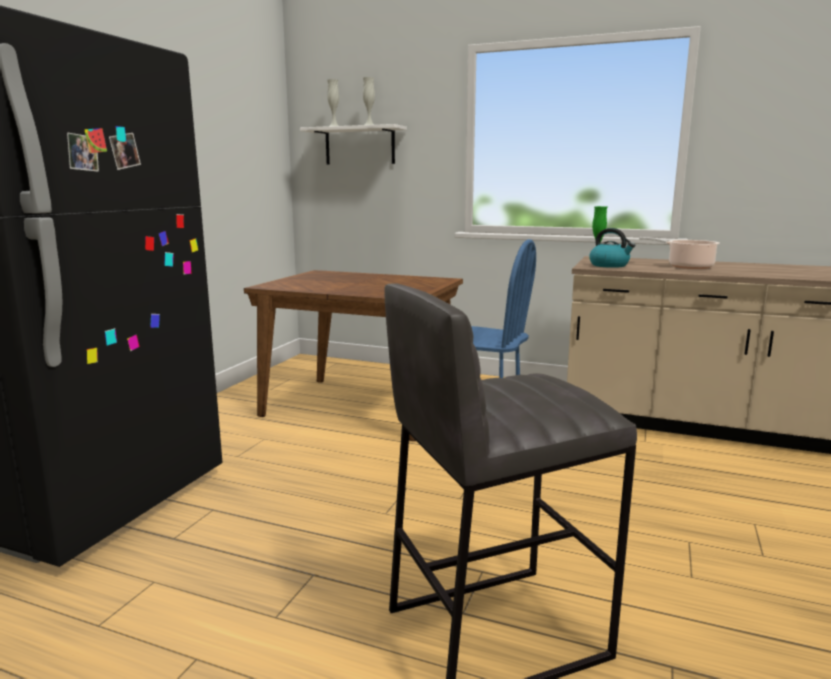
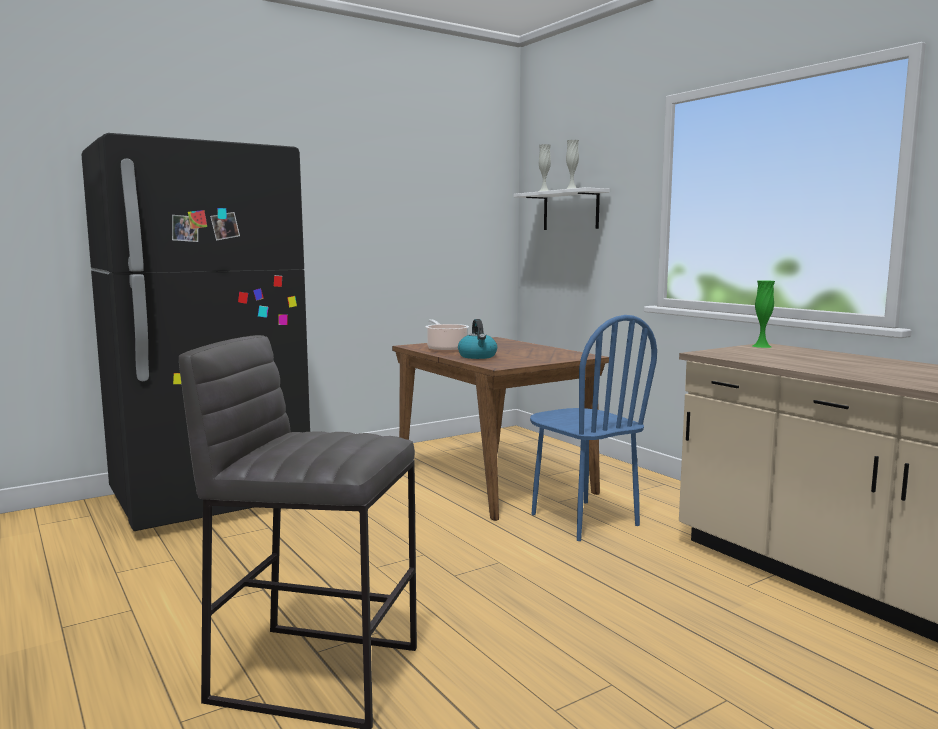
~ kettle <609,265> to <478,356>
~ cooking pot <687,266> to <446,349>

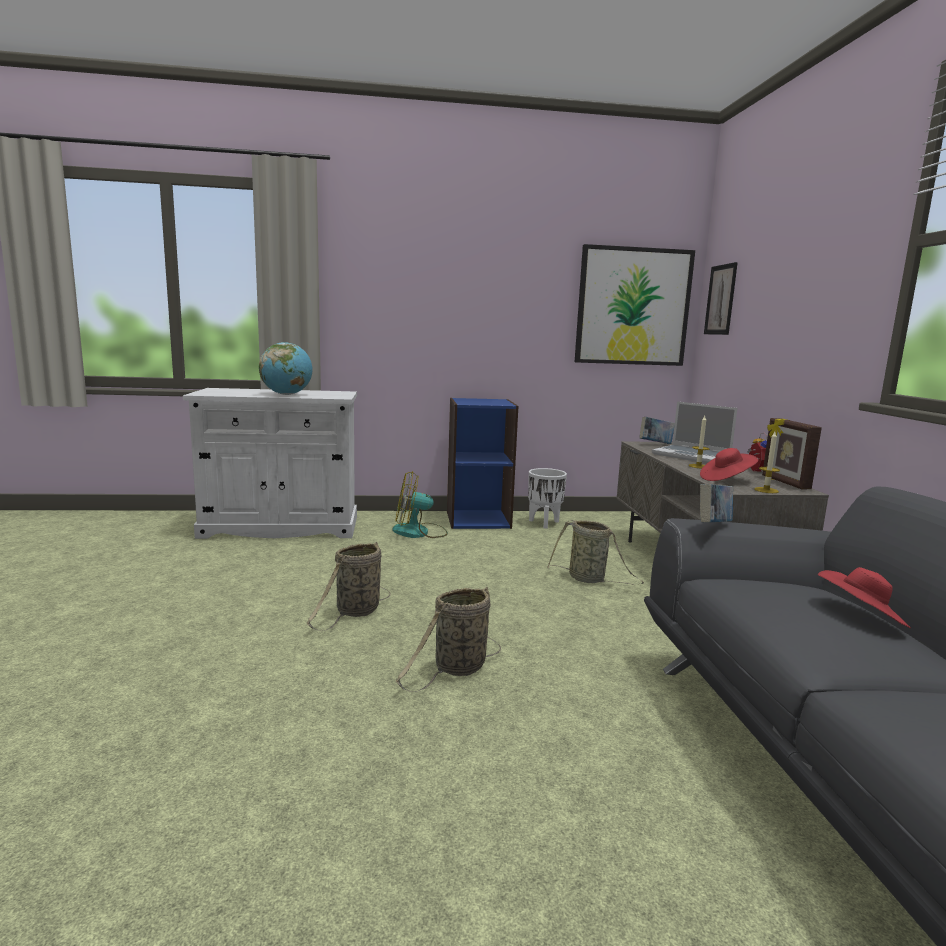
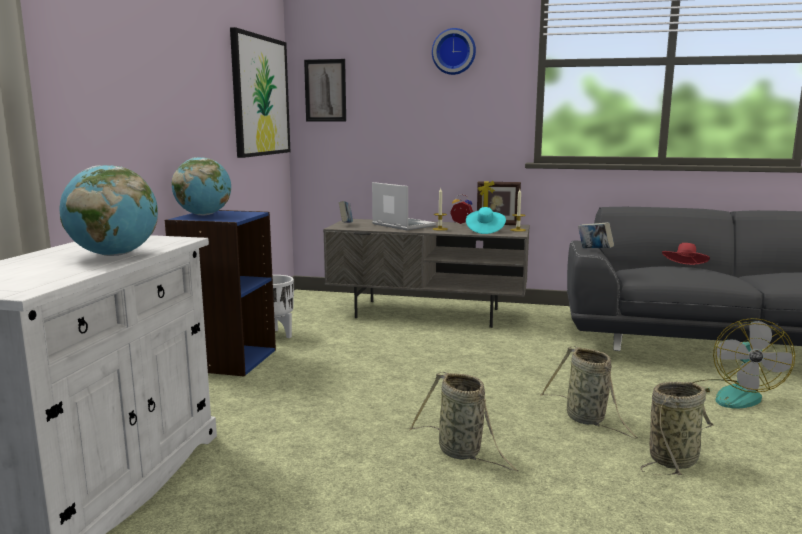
~ laptop <692,456> = <402,225> 105 degrees counterclockwise
~ red hat <726,479> to turquoise hat <484,231>
~ fan <419,532> to <734,394>
~ basket <589,579> to <675,459>
+ wall clock <454,52>
+ globe <204,215>

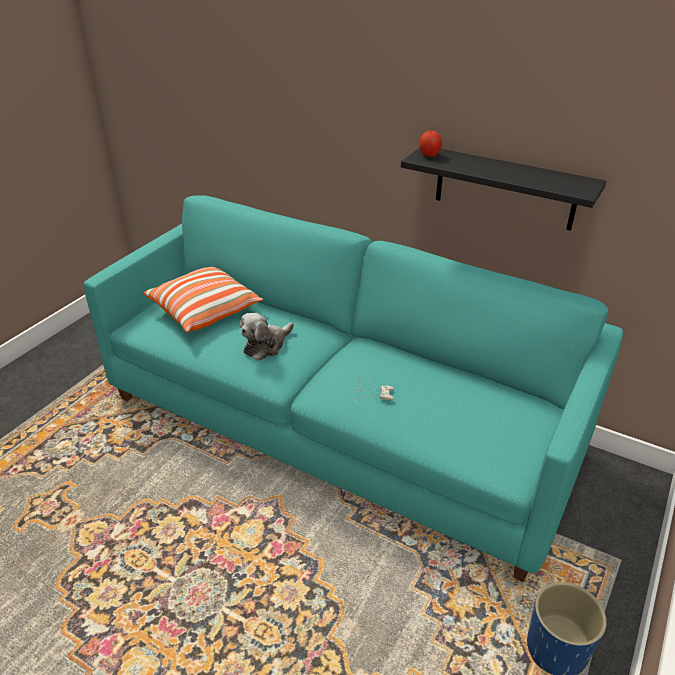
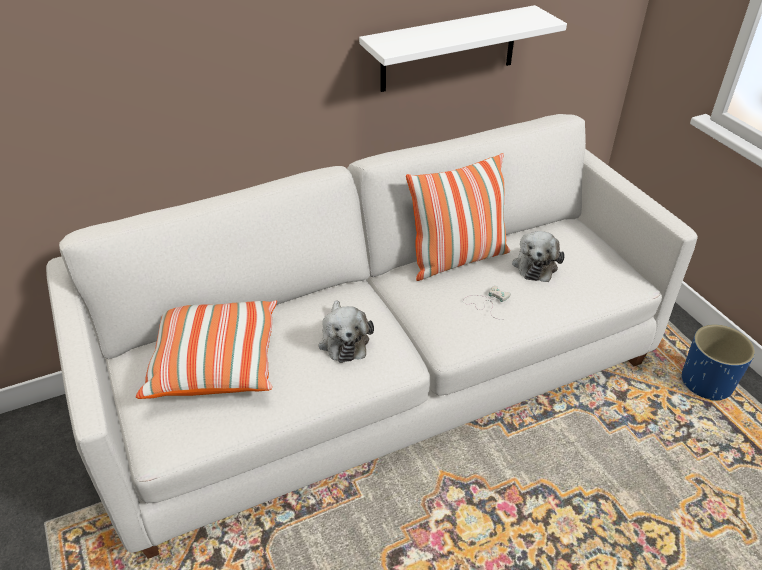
- apple <429,155>
~ black shelf <505,188> to white shelf <449,49>
~ turquoise sofa <339,424> to white sofa <382,378>
+ pillow <457,259>
+ plush toy <535,264>

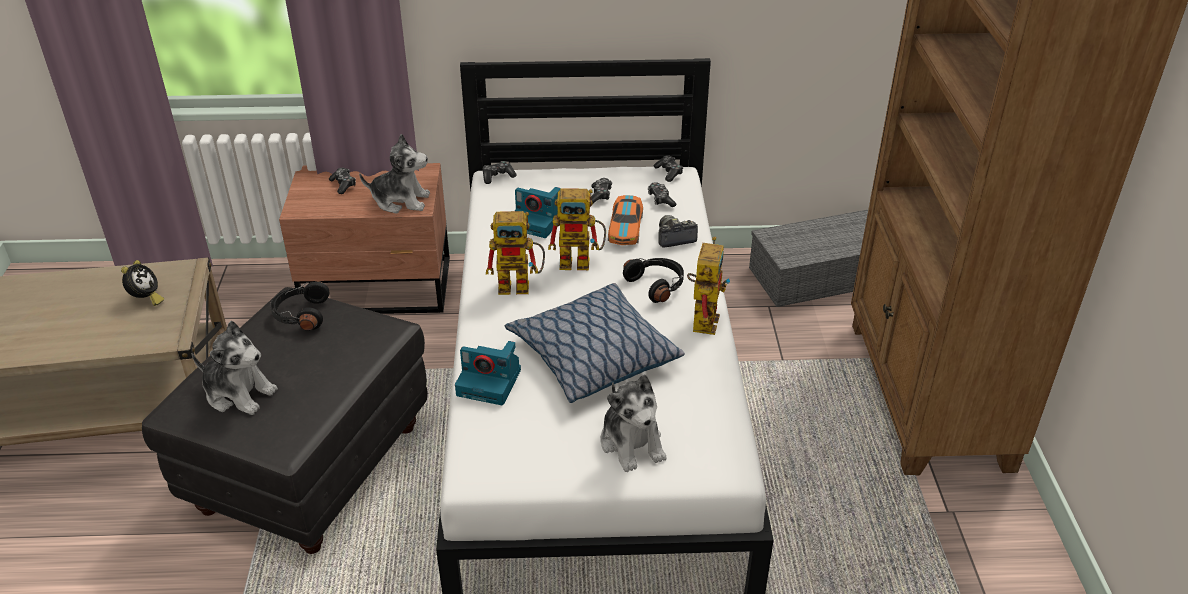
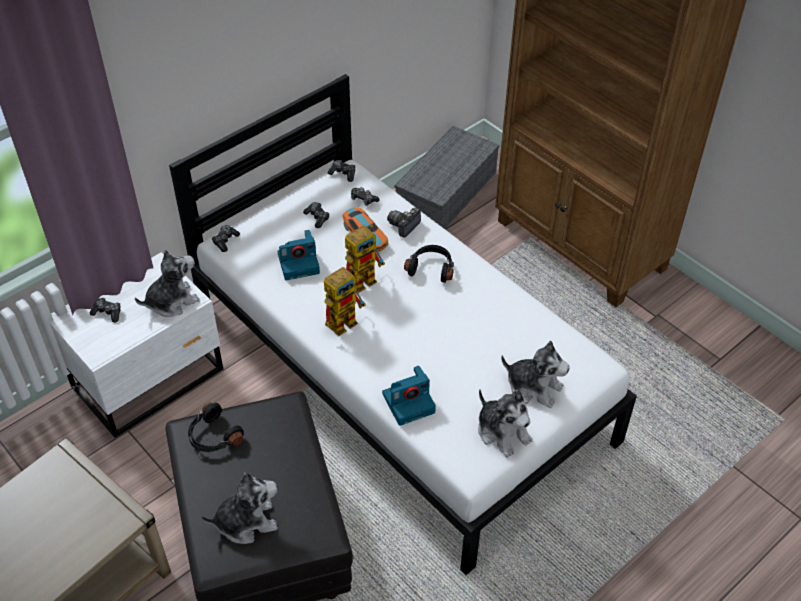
~ brown nightstand <379,288> to white nightstand <151,378>
- toy robot <703,317>
- alarm clock <146,299>
- pillow <593,356>
+ plush toy <502,432>

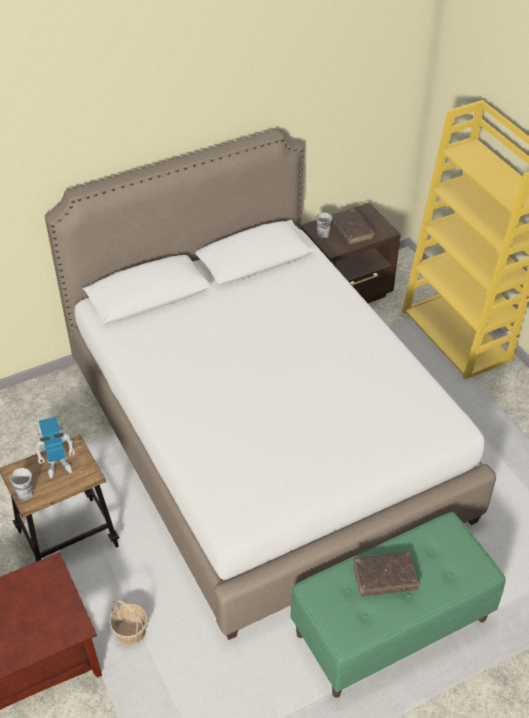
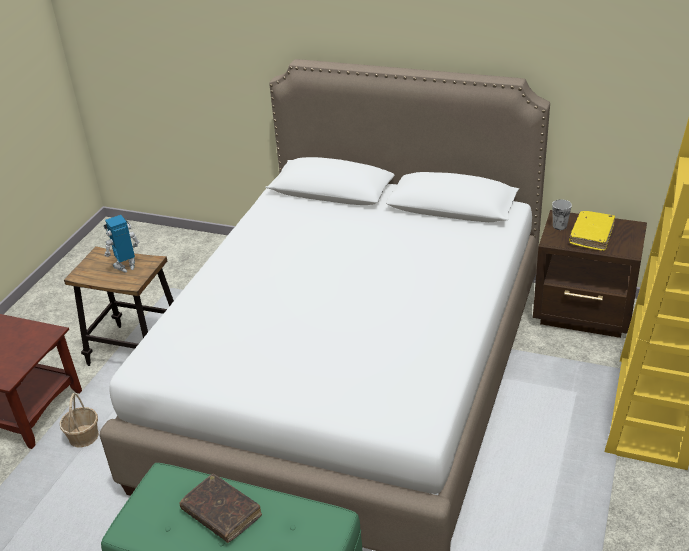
~ brown book <350,231> to yellow book <591,235>
~ toy robot <58,466> = <126,267> 120 degrees clockwise
- cup <25,494>

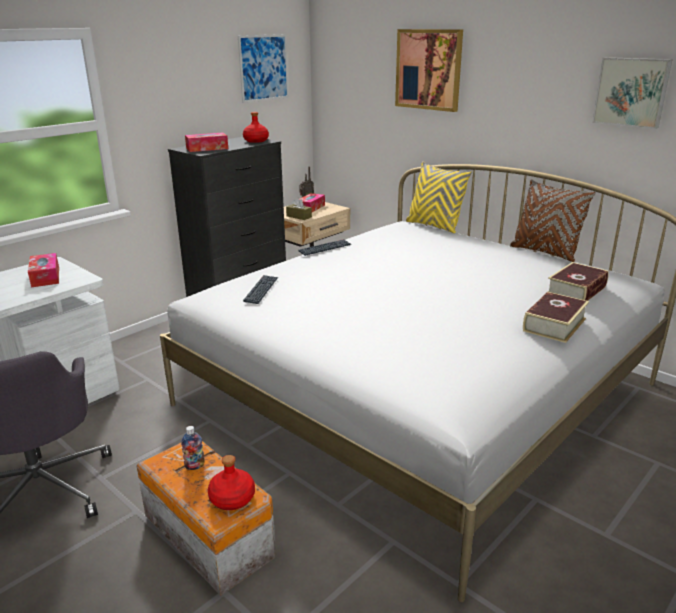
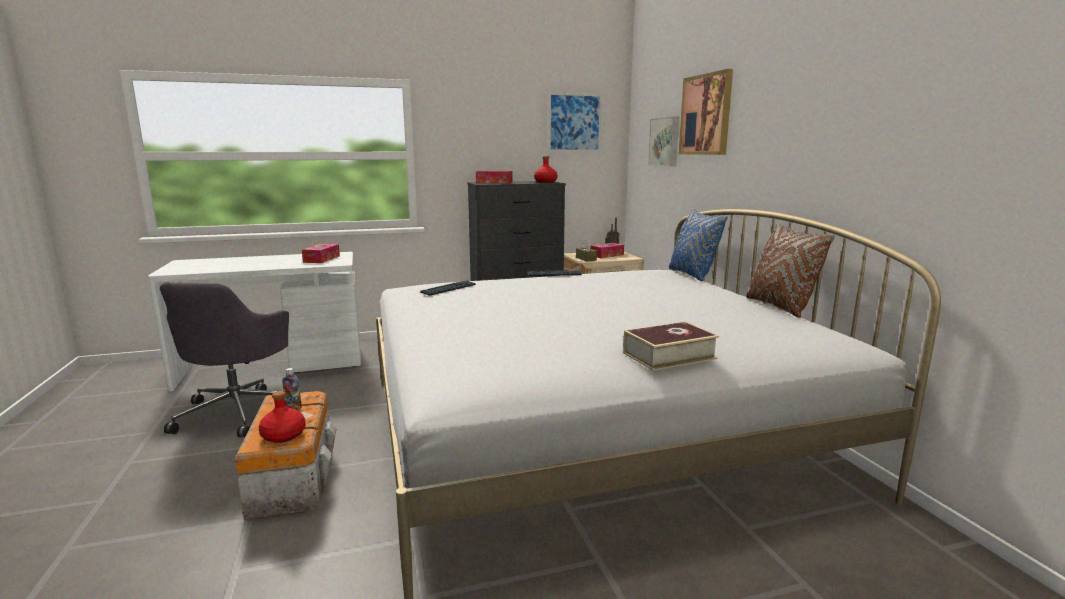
~ picture <631,92> to <665,142>
~ yellow pillow <434,226> to blue pillow <692,275>
- book <576,290>

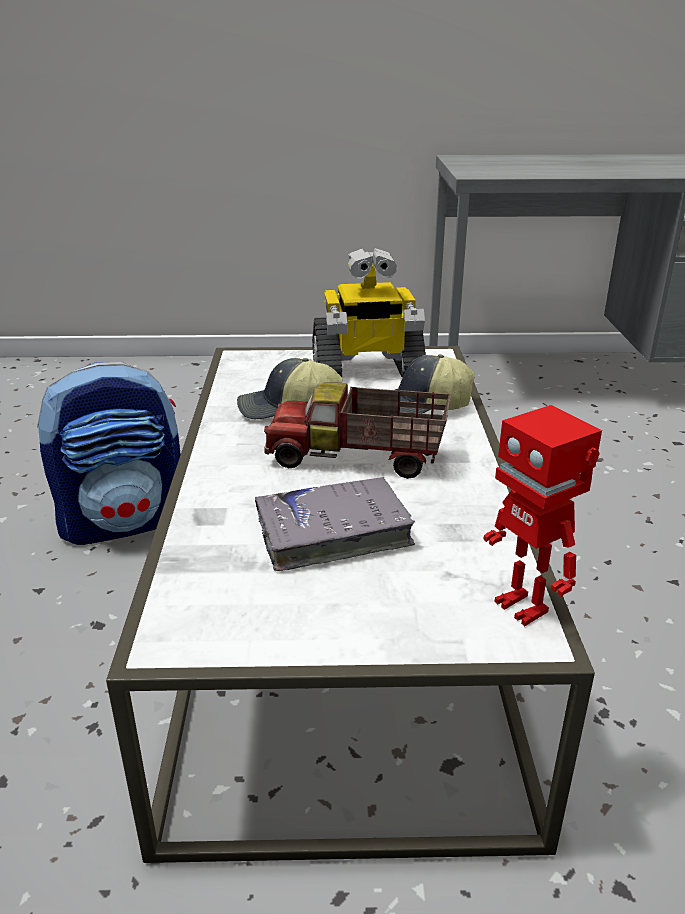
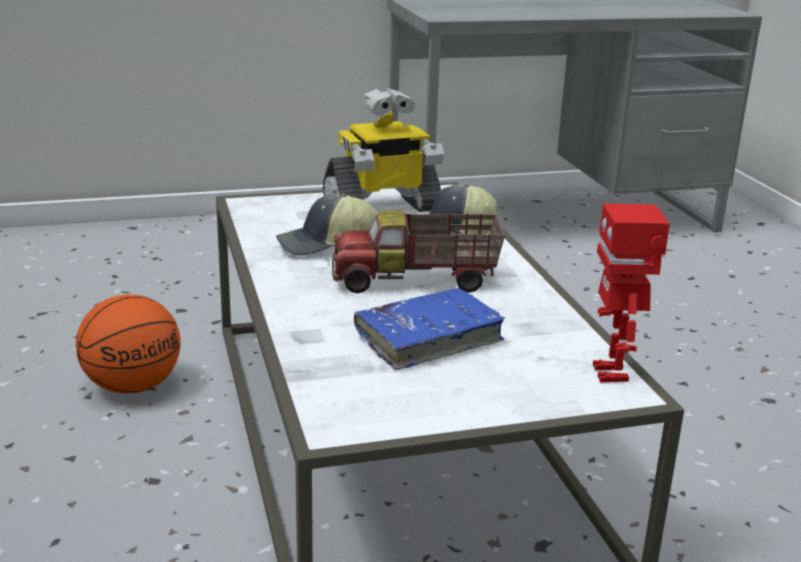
~ backpack <126,521> to basketball <133,386>
~ toy robot <524,606> = <612,373> 45 degrees clockwise
~ grey book <333,534> to blue book <428,339>

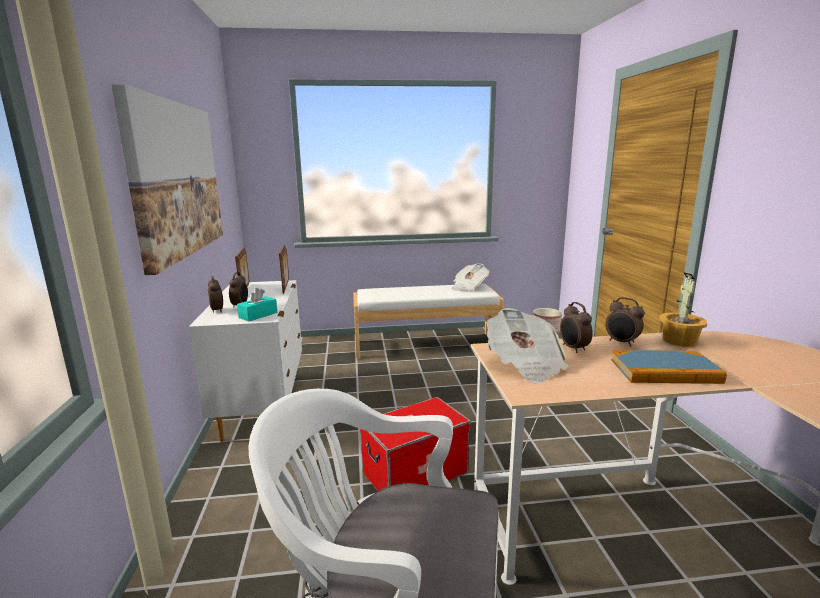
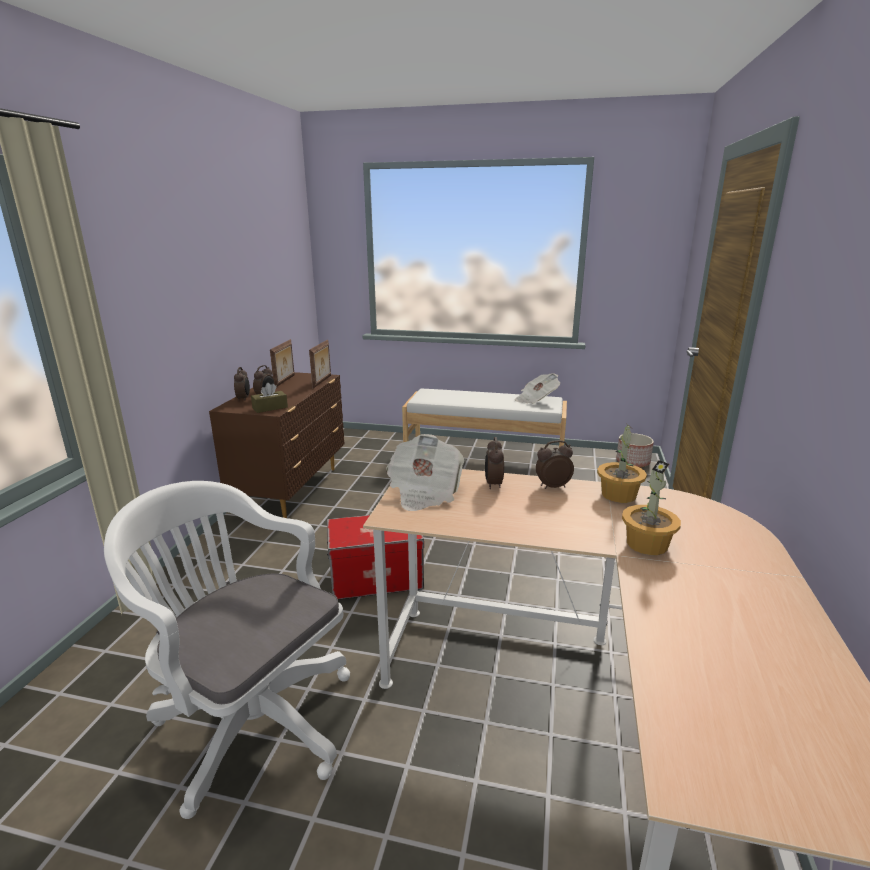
- picture <176,179>
~ white dresser <263,404> to brown dresser <292,490>
~ turquoise tissue box <258,315> to brown tissue box <270,408>
~ alarm clock <621,342> = <552,486> 105 degrees clockwise
- book <664,371>
+ potted plant <647,544>

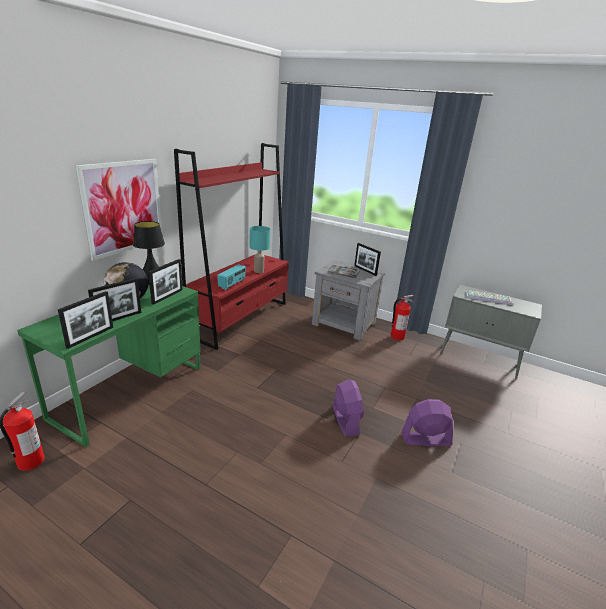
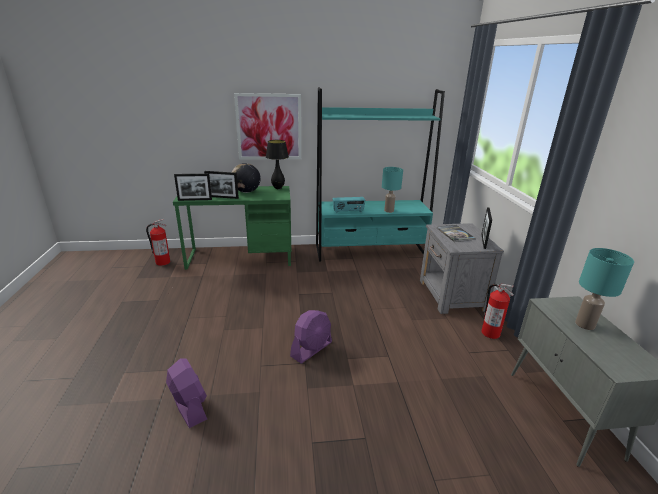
~ red bookcase <240,319> to turquoise bookcase <370,251>
- picture frame <167,296>
~ keyboard <489,298> to turquoise table lamp <585,325>
~ purple fan <425,439> to <189,406>

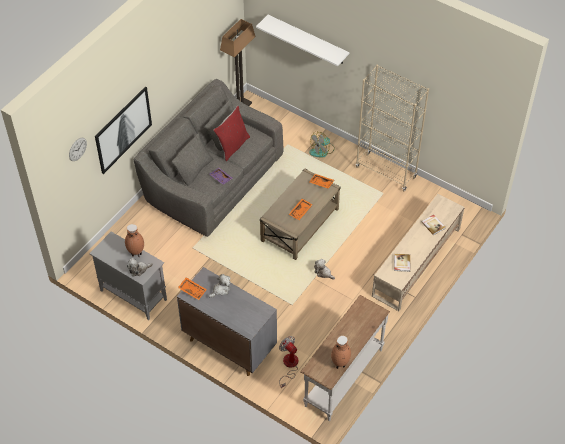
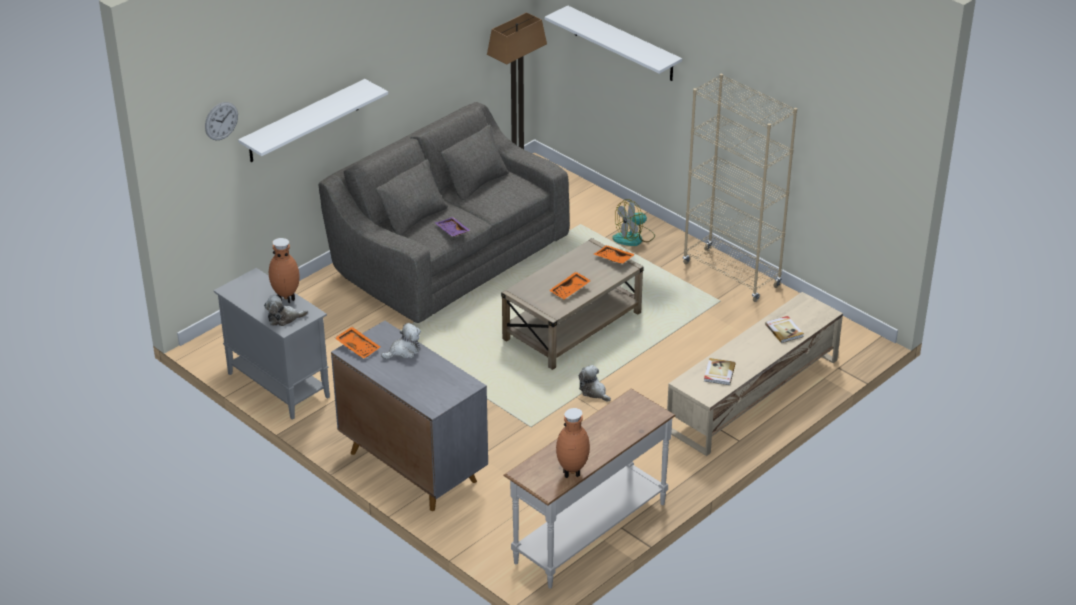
~ picture <122,129> to white shelf <304,121>
- red pillow <232,146>
- fan <289,366>

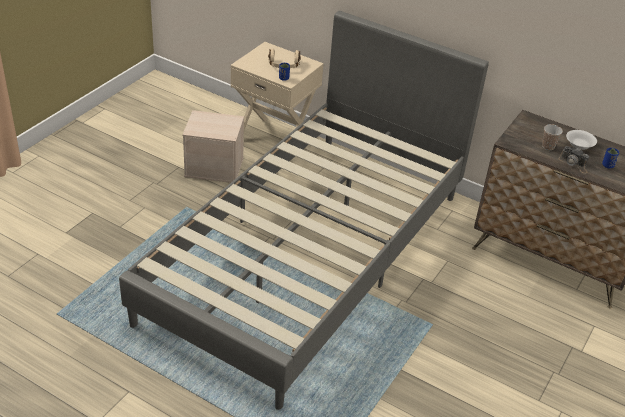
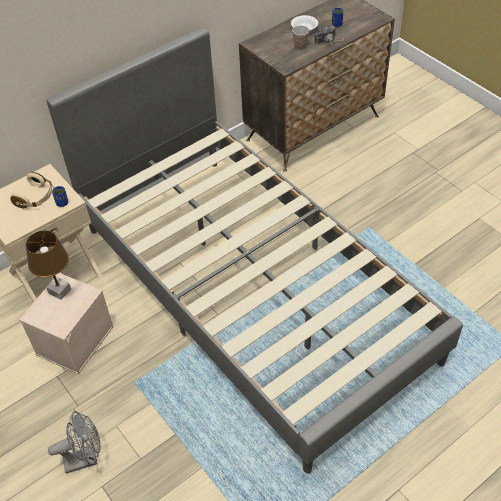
+ brown table lamp <60,291>
+ grey fan <85,458>

